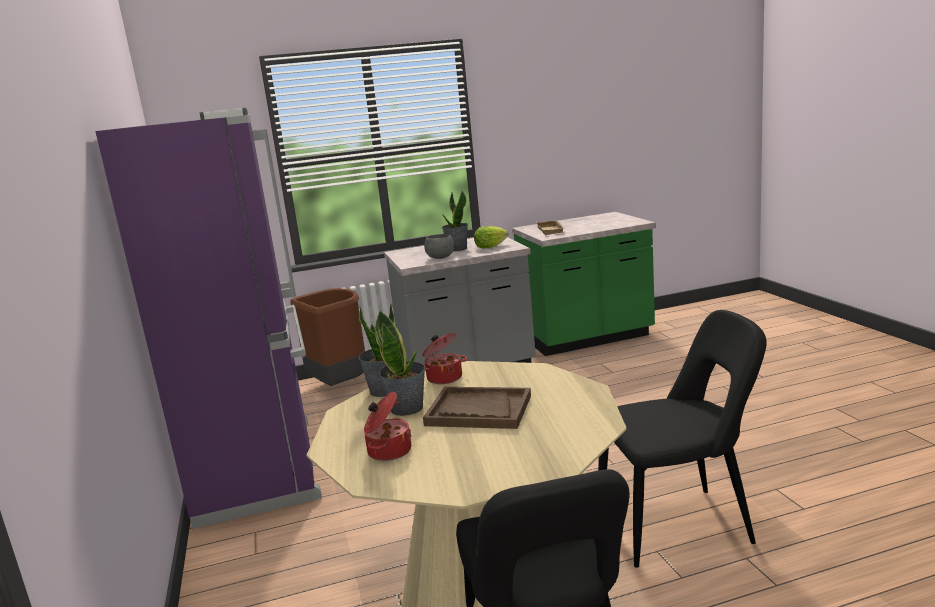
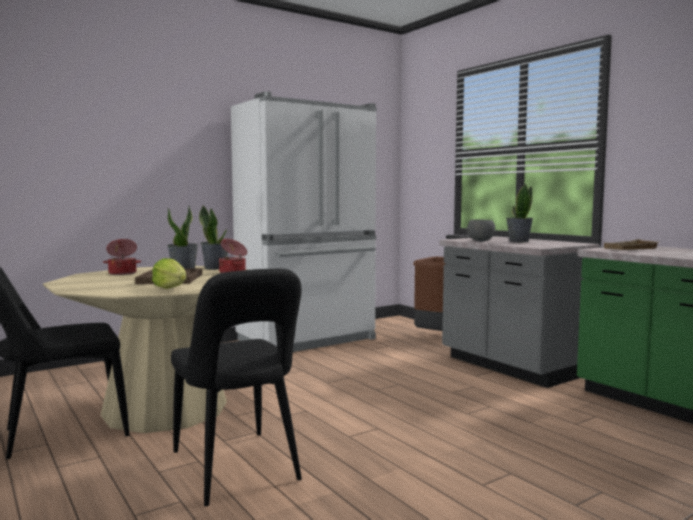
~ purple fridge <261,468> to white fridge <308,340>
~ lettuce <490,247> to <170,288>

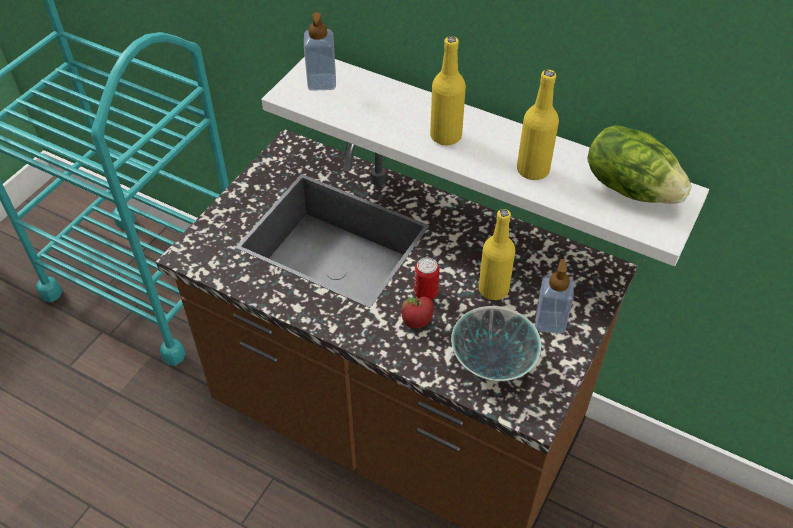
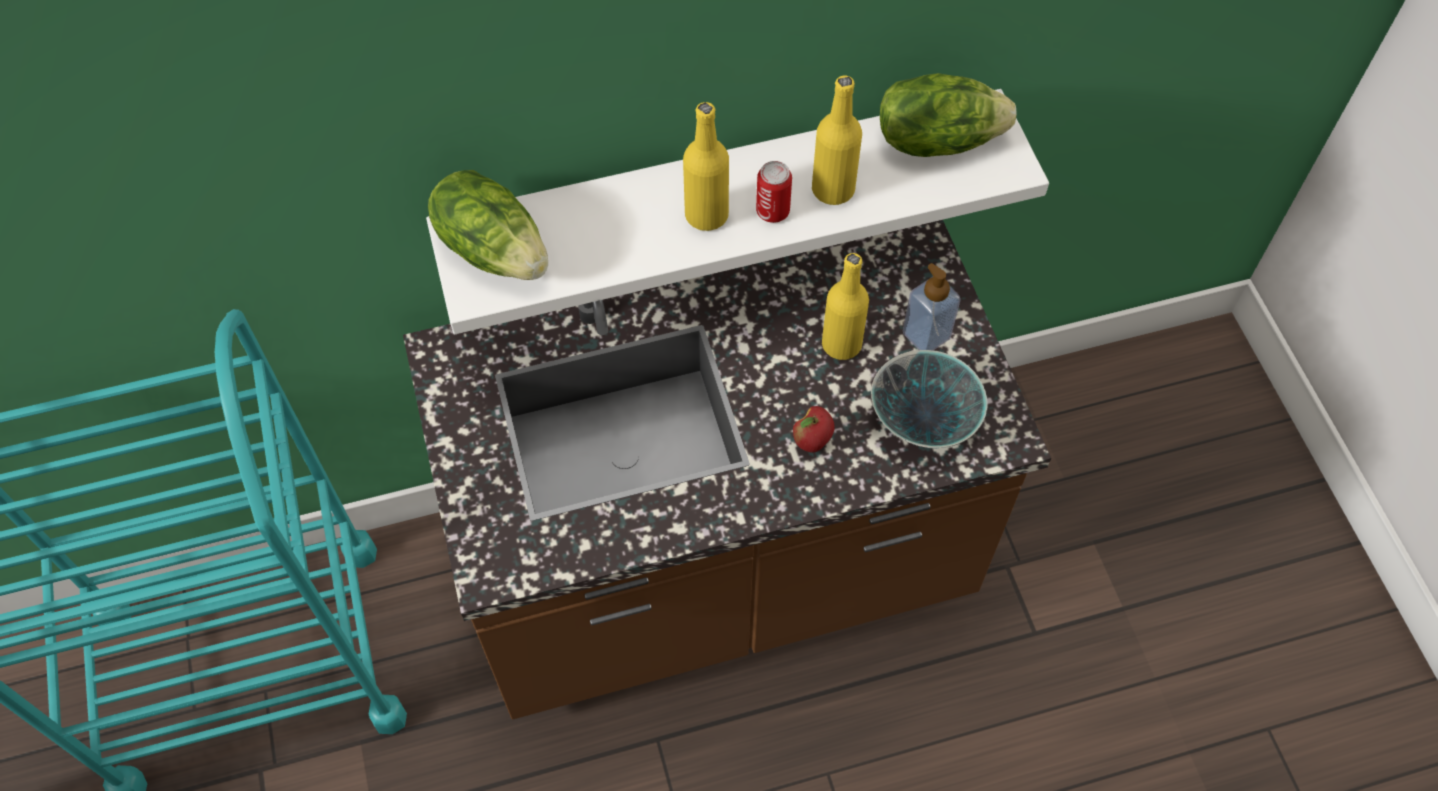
~ soap dispenser <322,82> to lettuce <494,249>
~ can <426,293> to <772,211>

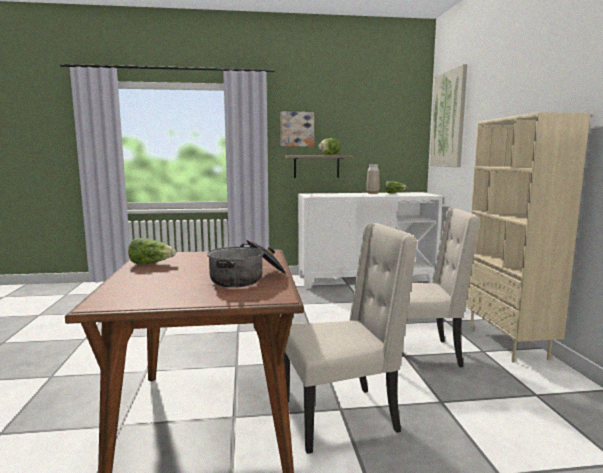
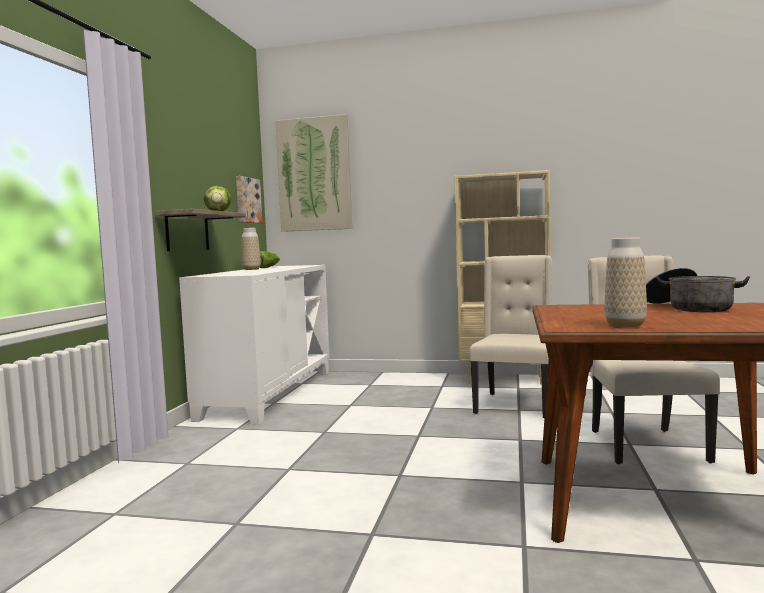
~ picture <297,129> to <247,200>
~ lettuce <151,263> to vase <625,325>

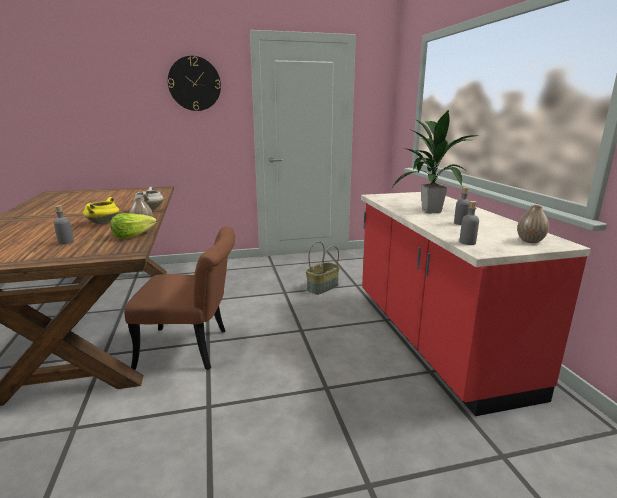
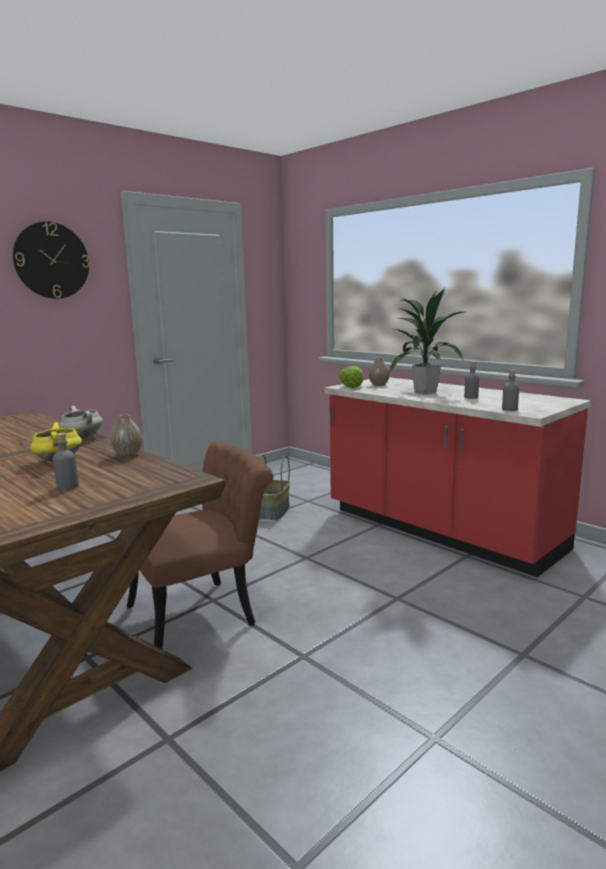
~ vase <530,241> to <378,385>
~ lettuce <133,235> to <352,386>

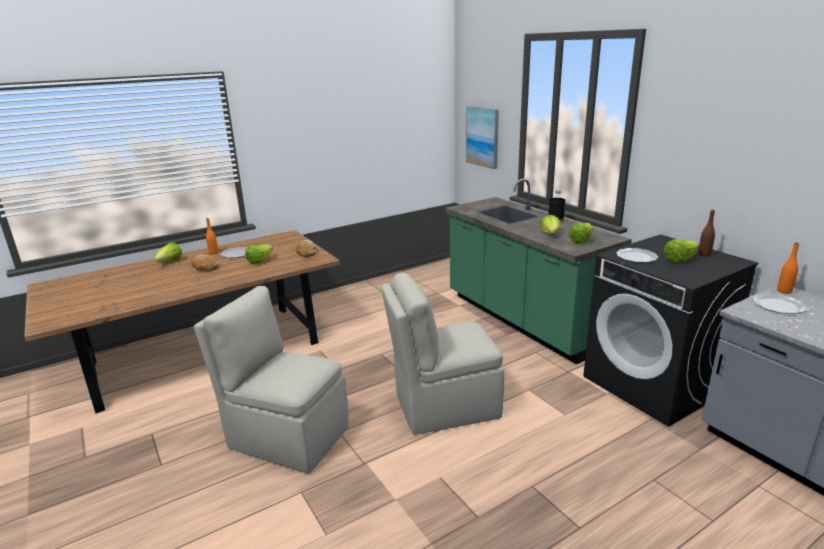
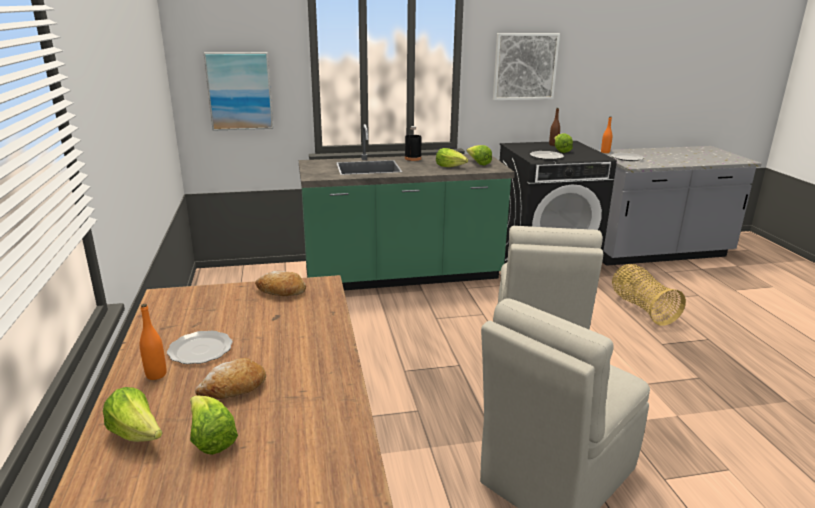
~ lettuce <260,261> to <211,439>
+ picture <525,66>
+ basket <642,308>

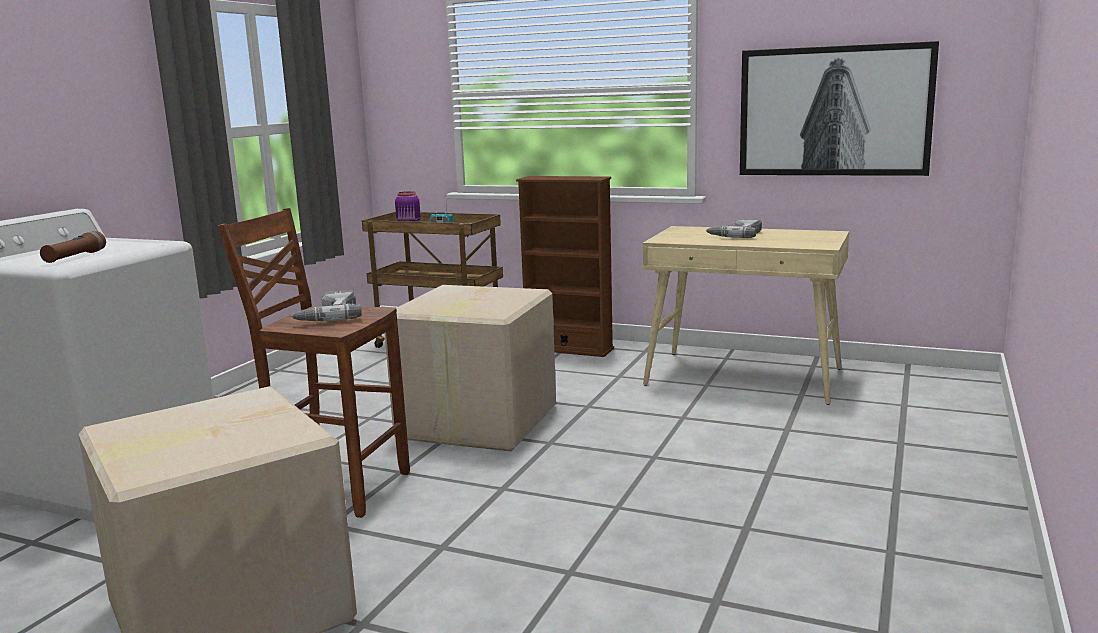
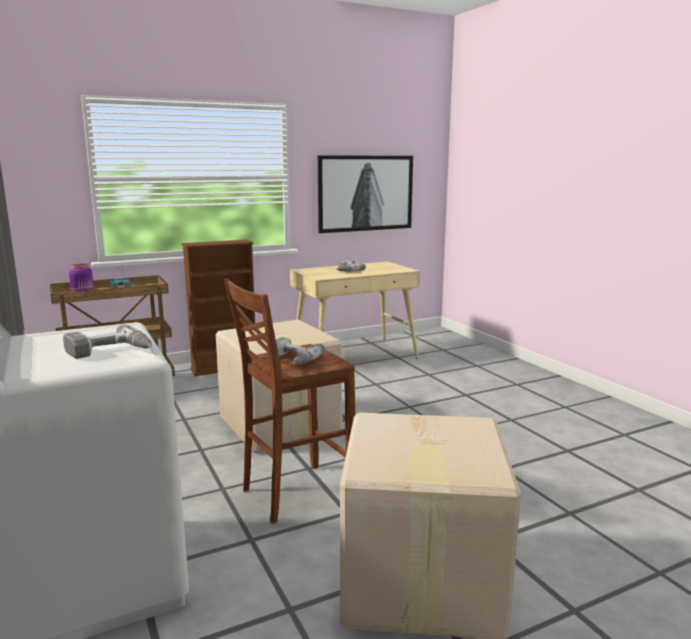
~ brown flashlight <75,257> to power drill <110,351>

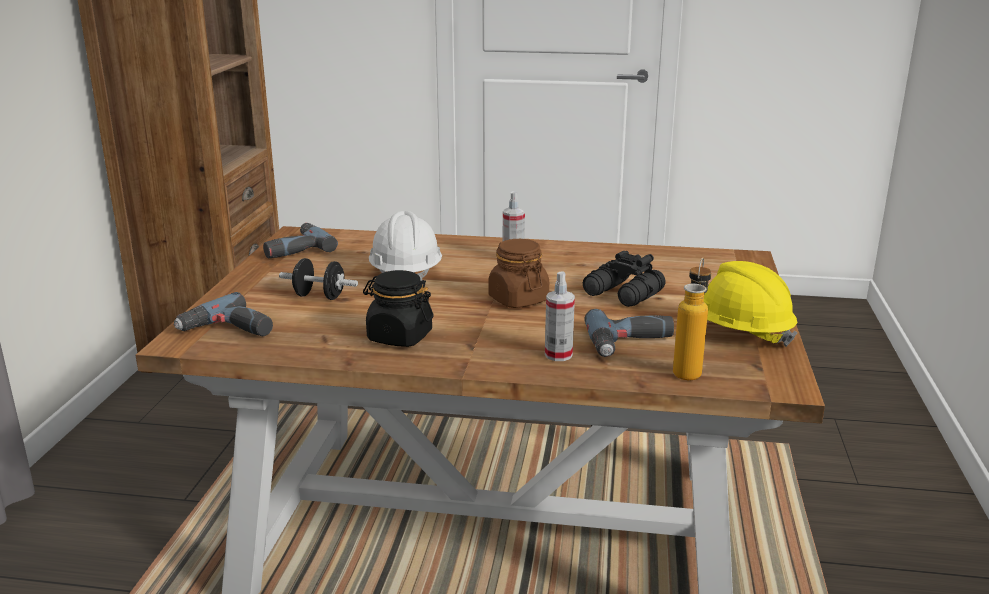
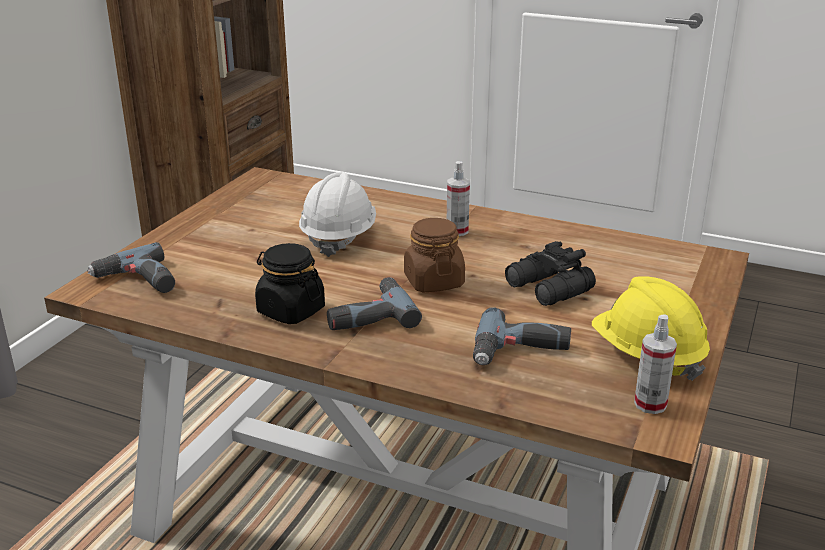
~ power drill <294,248> to <368,314>
- bottle <689,369>
- black dumbbell <319,296>
~ spray bottle <558,355> to <650,404>

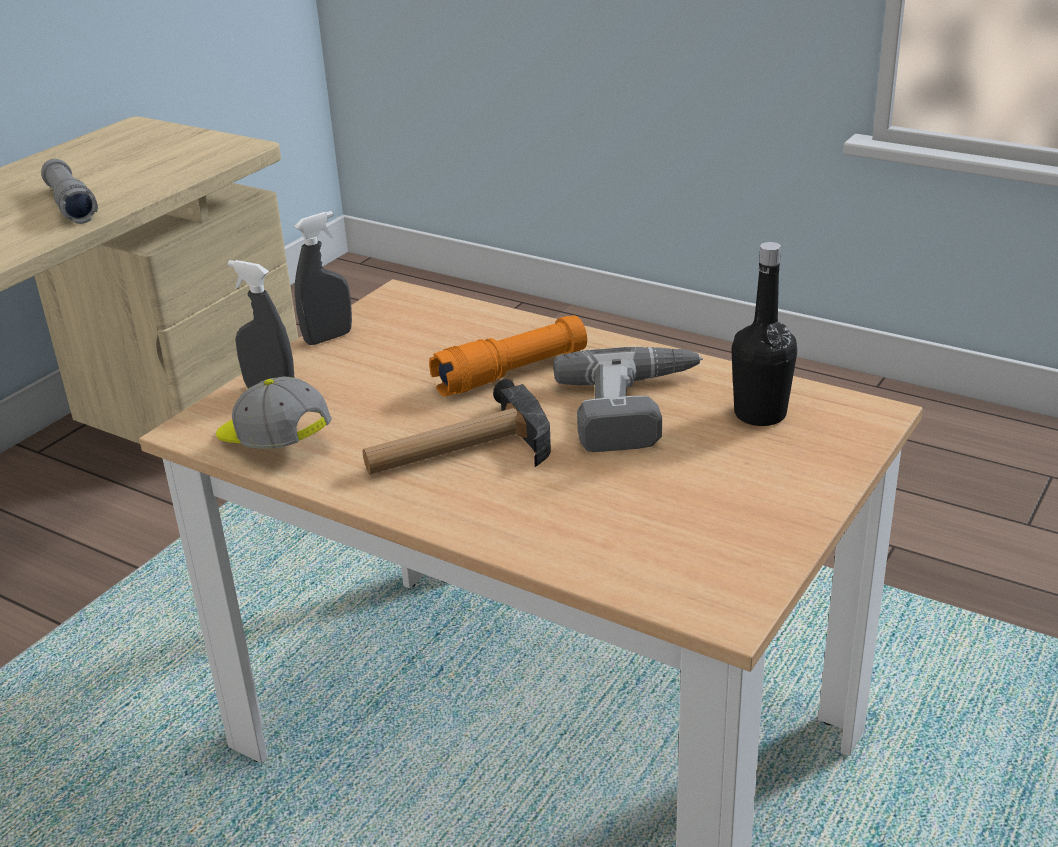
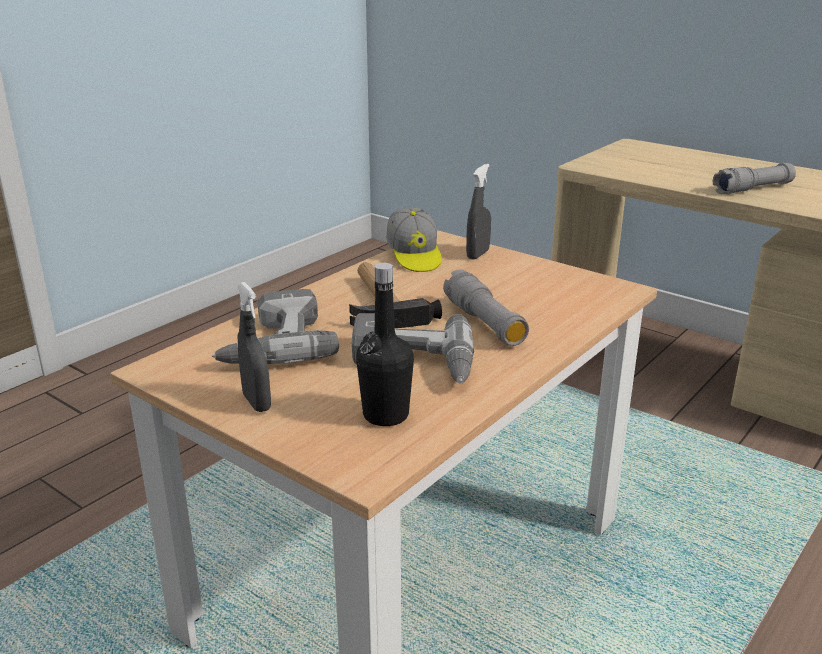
~ grey spray bottle <328,338> to <256,402>
~ orange flashlight <511,373> to grey flashlight <484,323>
~ cap <273,442> = <414,256> 120 degrees clockwise
+ power drill <273,343>

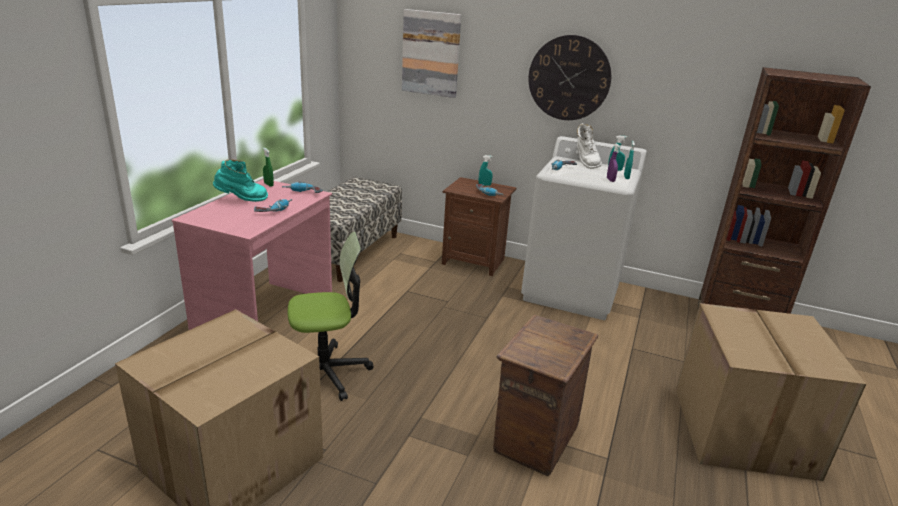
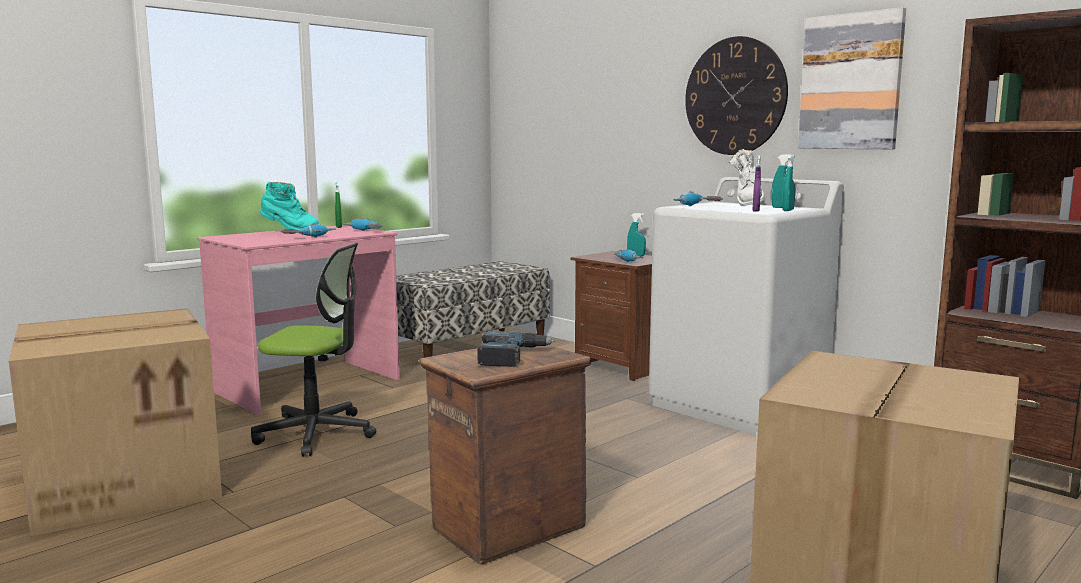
~ picture <431,53> to <851,82>
+ power drill <512,356>

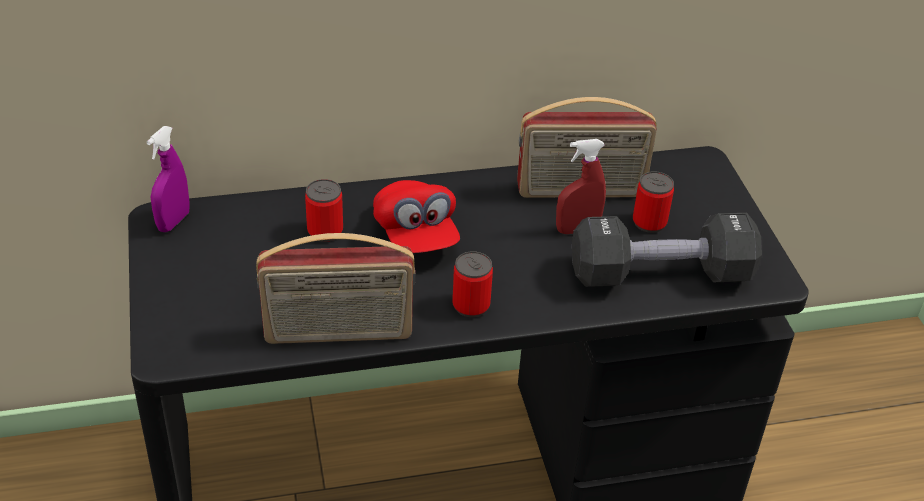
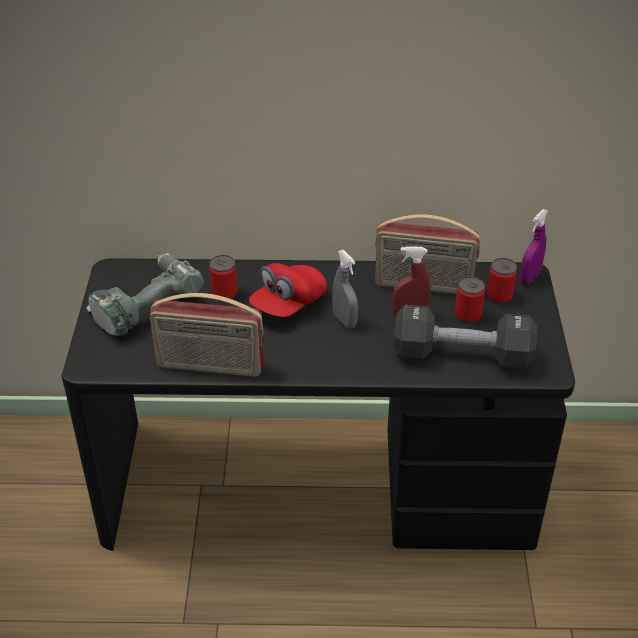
~ purple spray bottle <173,221> to <529,278>
~ red cap <416,235> = <288,304> 45 degrees clockwise
~ can <471,305> to <499,296>
+ grey spray bottle <344,320>
+ power drill <145,307>

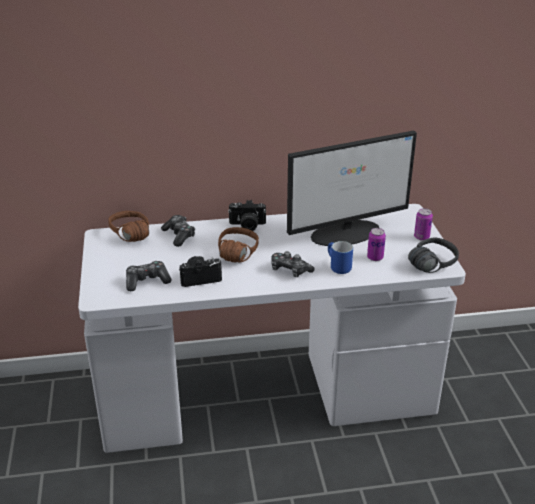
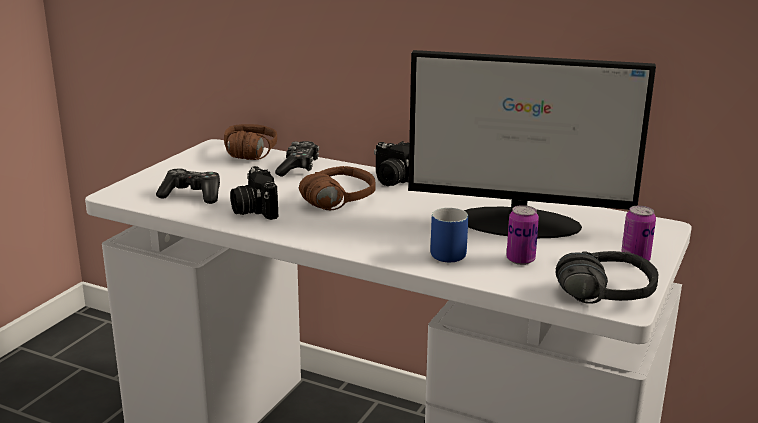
- game controller <290,270>
~ photo camera <200,278> = <253,210> 135 degrees counterclockwise

